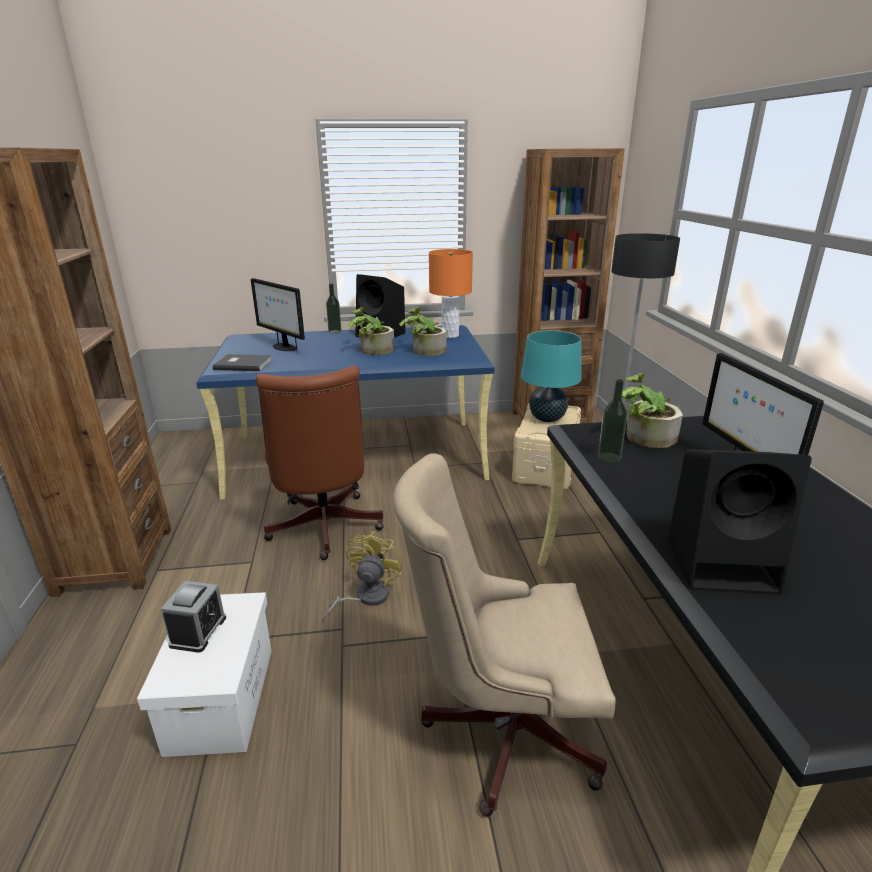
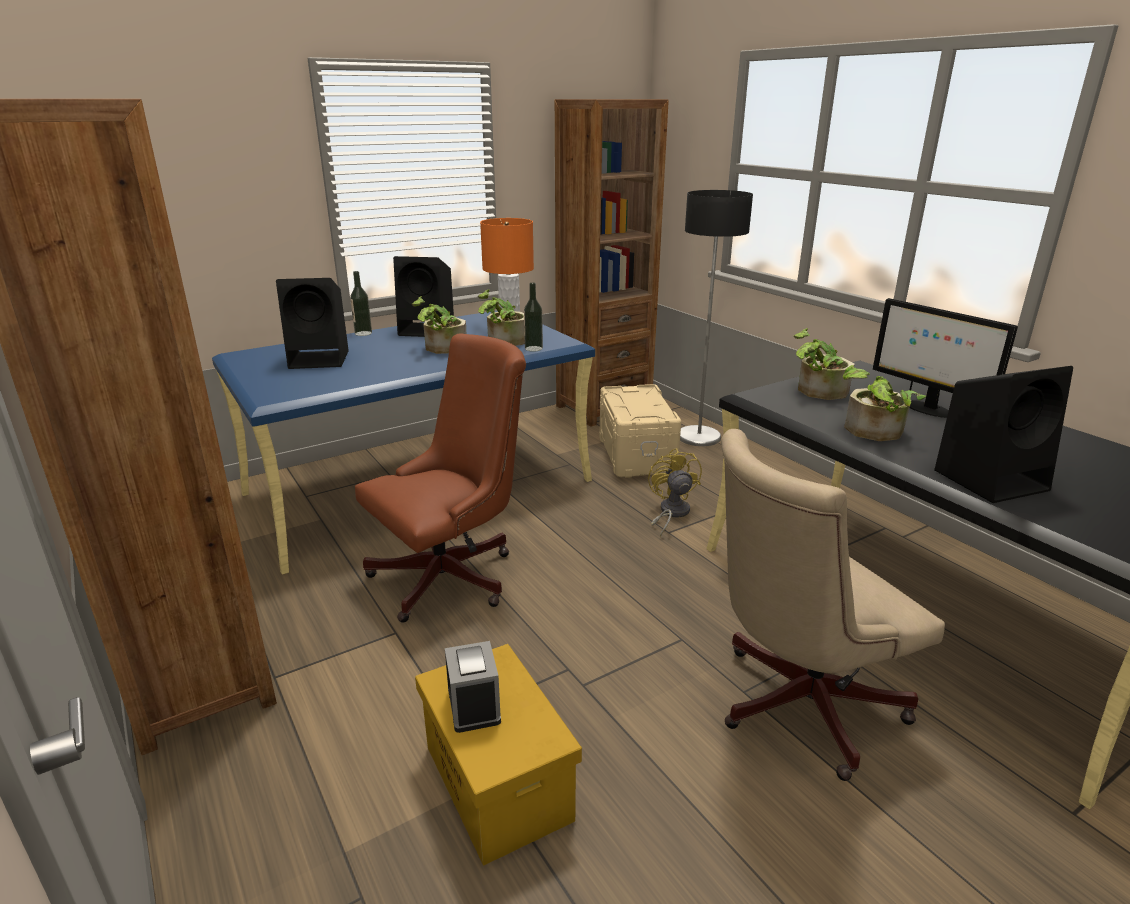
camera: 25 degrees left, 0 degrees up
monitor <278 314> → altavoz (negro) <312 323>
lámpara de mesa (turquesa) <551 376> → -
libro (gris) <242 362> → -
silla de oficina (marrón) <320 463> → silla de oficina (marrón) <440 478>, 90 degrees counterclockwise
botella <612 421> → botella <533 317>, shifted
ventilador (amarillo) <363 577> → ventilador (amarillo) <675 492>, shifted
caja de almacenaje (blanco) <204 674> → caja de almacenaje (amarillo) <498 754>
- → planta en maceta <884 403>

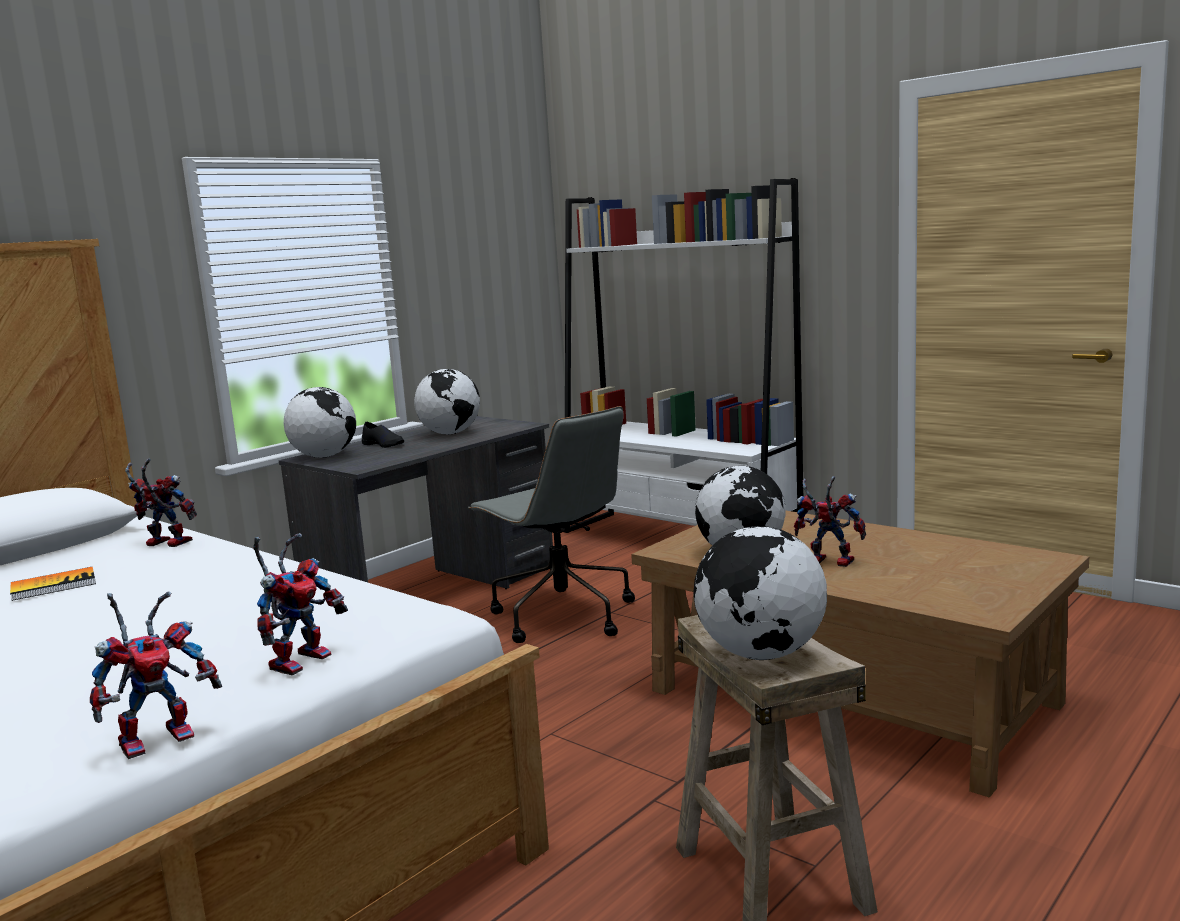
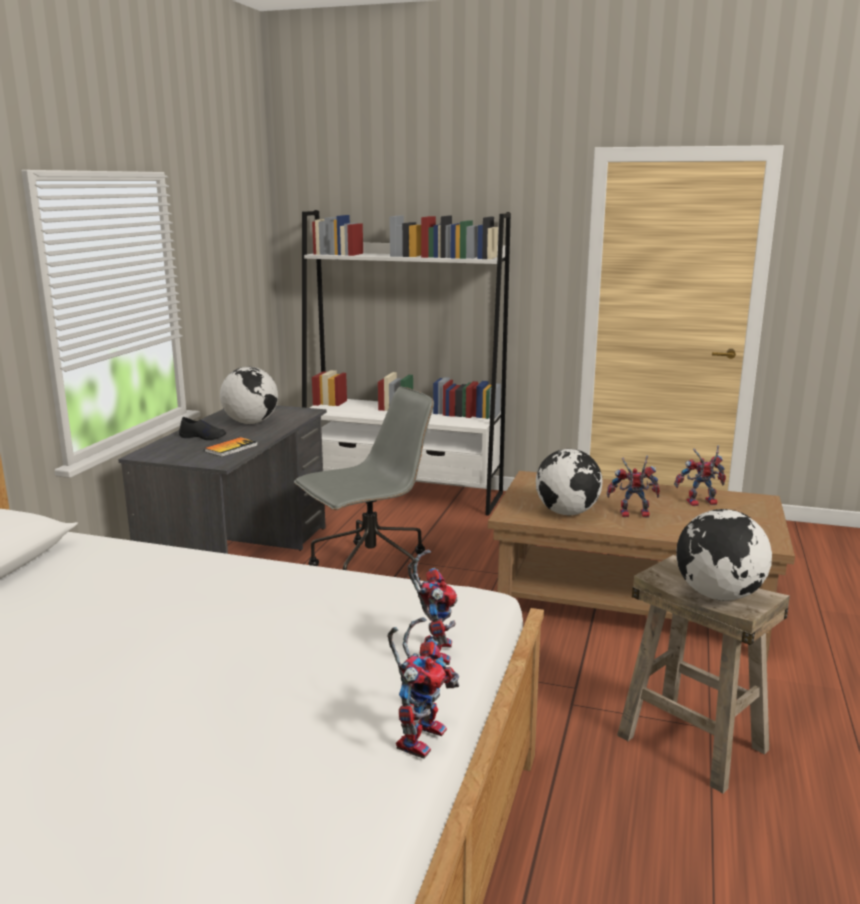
camera: 25 degrees left, 5 degrees up
globo terráqueo <320 422> → -
silla de oficina (gris) <551 524> → silla de oficina (gris) <364 483>, 60 degrees counterclockwise
robot de juguete <161 503> → robot de juguete <700 475>, shifted
libro <53 583> → libro <231 447>, shifted

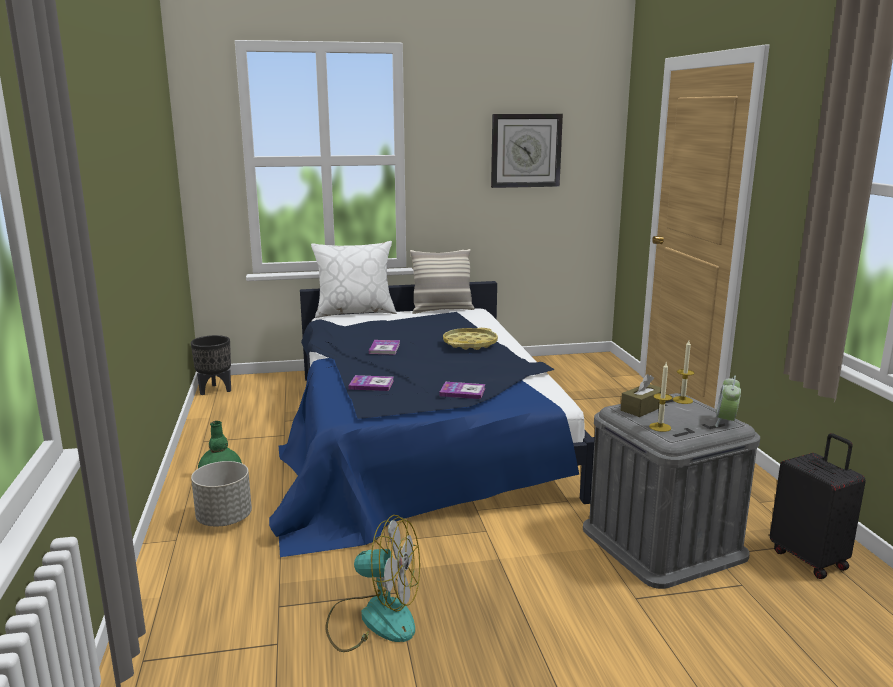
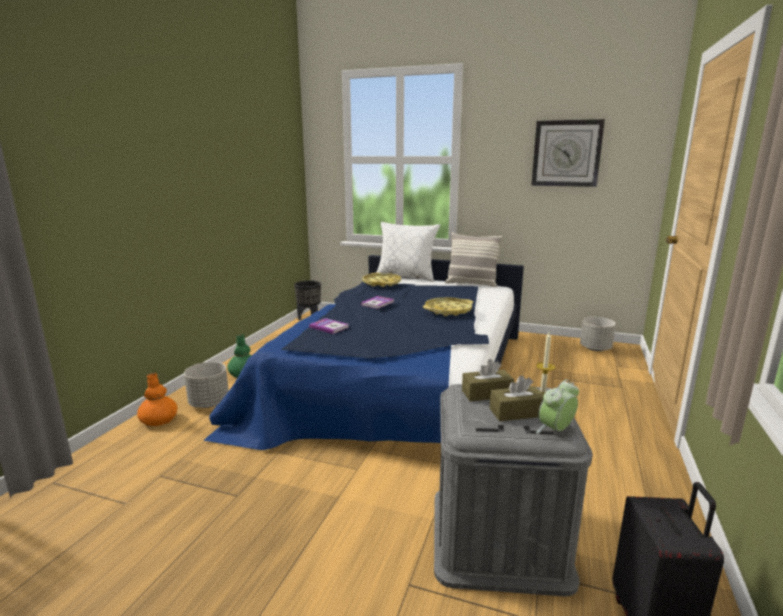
camera: 30 degrees right, 0 degrees up
vela <661 397> → -
libro <462 390> → -
ventilador <372 583> → -
- → bandeja (amarillo) <381 280>
- → maceta (gris) <598 334>
- → florero (naranja) <157 399>
- → caja de pañuelos (marrón) <516 398>

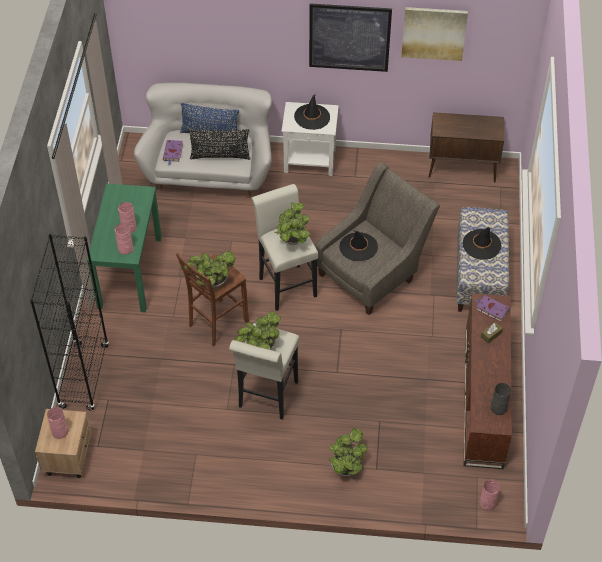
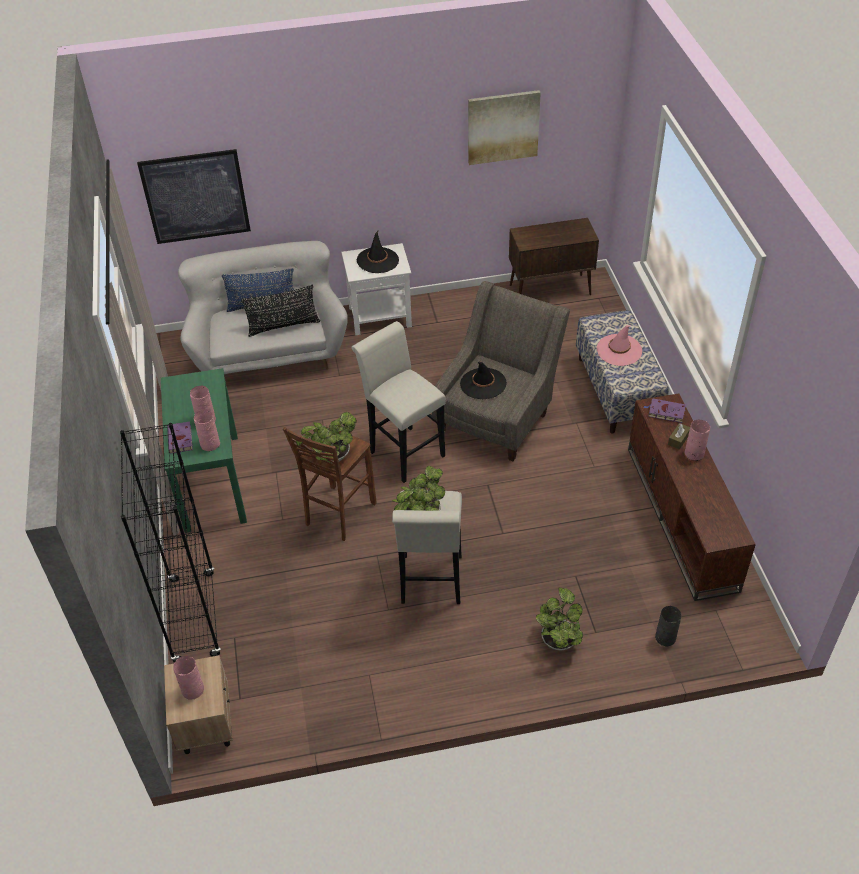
camera: 15 degrees left, 5 degrees down
cuadro <350 37> → cuadro <194 196>, shifted
libro (morado) <173 152> → libro (morado) <180 437>, shifted
planta en maceta <292 223> → -
sombrero (negro) <482 243> → sombrero (rosa) <619 345>
florero (gris) <501 399> → florero (gris) <668 626>, shifted
florero (rosa) <489 495> → florero (rosa) <697 440>, shifted

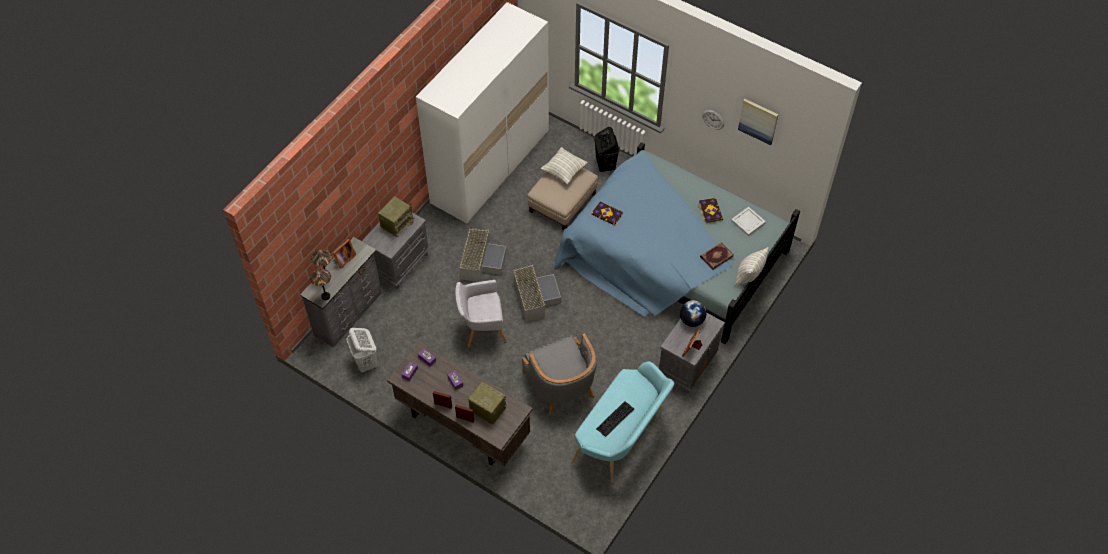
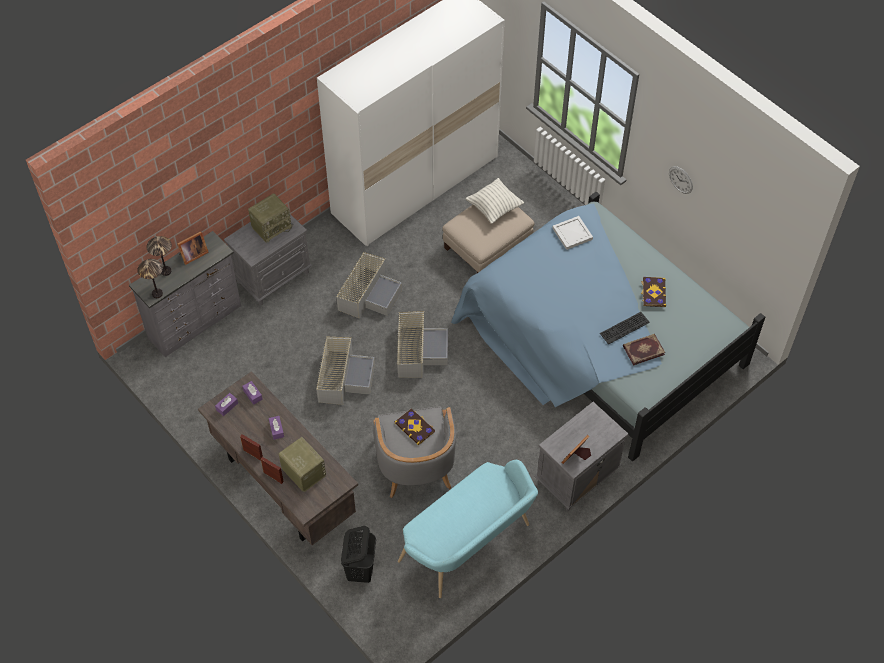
camera: 15 degrees right, 0 degrees up
cuadro <758 122> → -
cesto de la ropa (negro) <607 149> → cesto de la ropa (negro) <358 554>, shifted
libro <607 213> → libro <414 426>, shifted
bandeja (blanco) <748 221> → bandeja (blanco) <572 233>, shifted
cojín <752 267> → -
sillón (gris) <481 313> → caja de almacenaje (gris) <345 371>
globo terráqueo <693 313> → -
cesto de la ropa (blanco) <362 350> → -
teclado <615 419> → teclado <625 328>, shifted

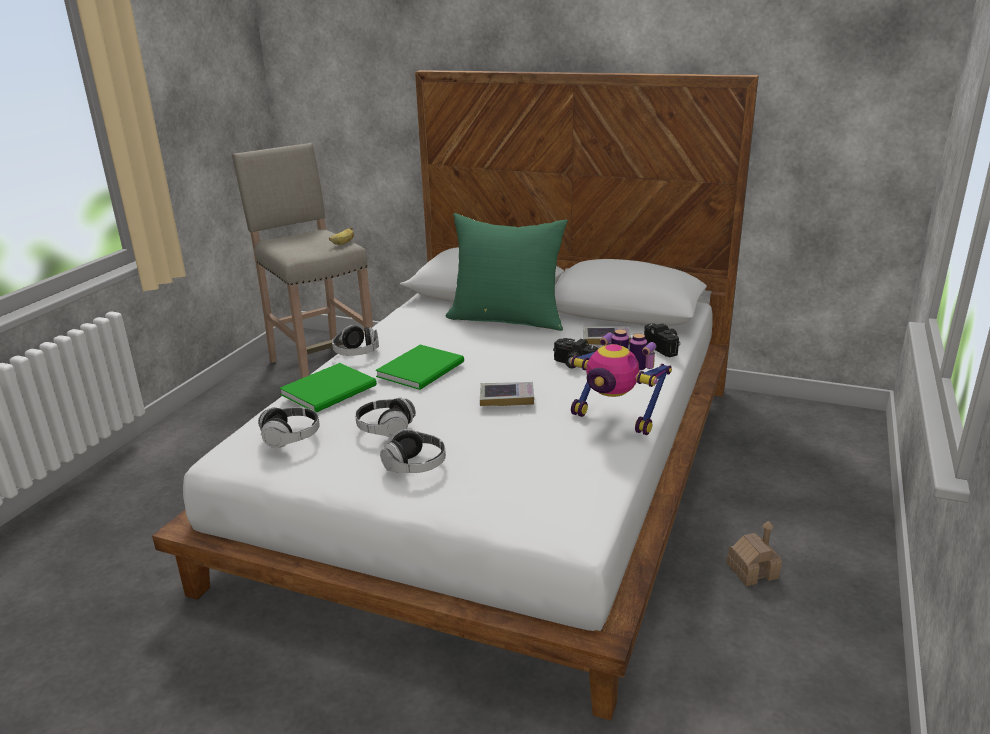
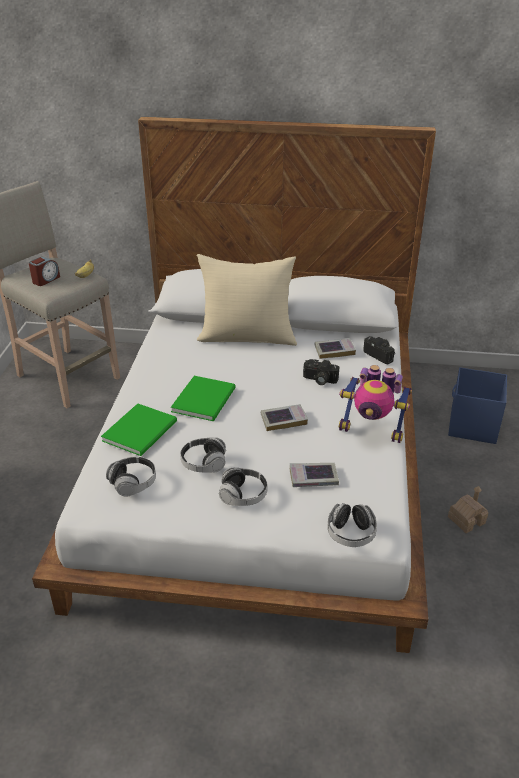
camera: 15 degrees left, 10 degrees up
cojín (verde) <507 272> → cojín (beis) <246 300>
auriculares <355 340> → auriculares <352 525>, shifted
- → despertador <44 271>
- → caja de almacenaje (azul) <477 405>
- → libro <314 475>

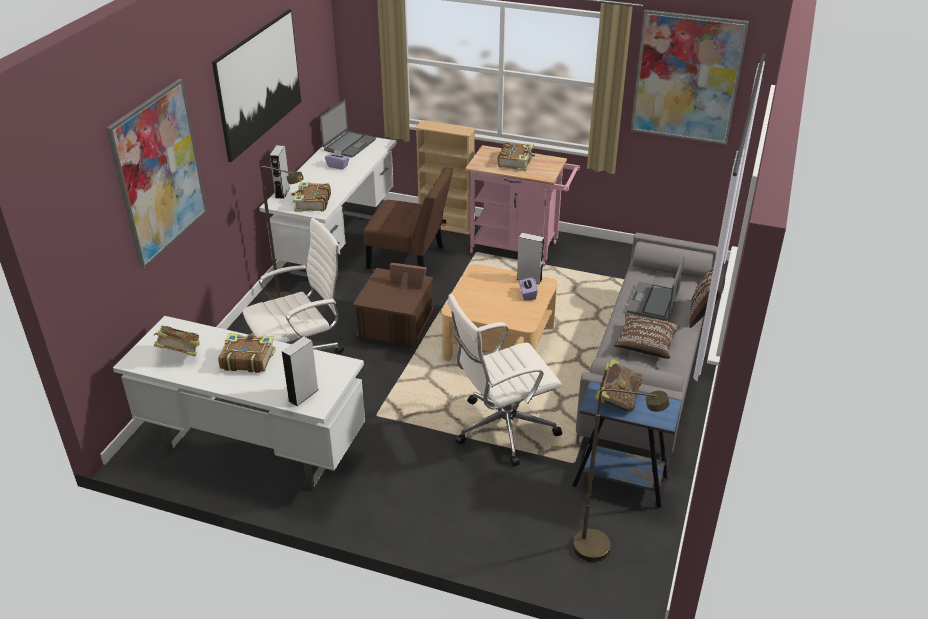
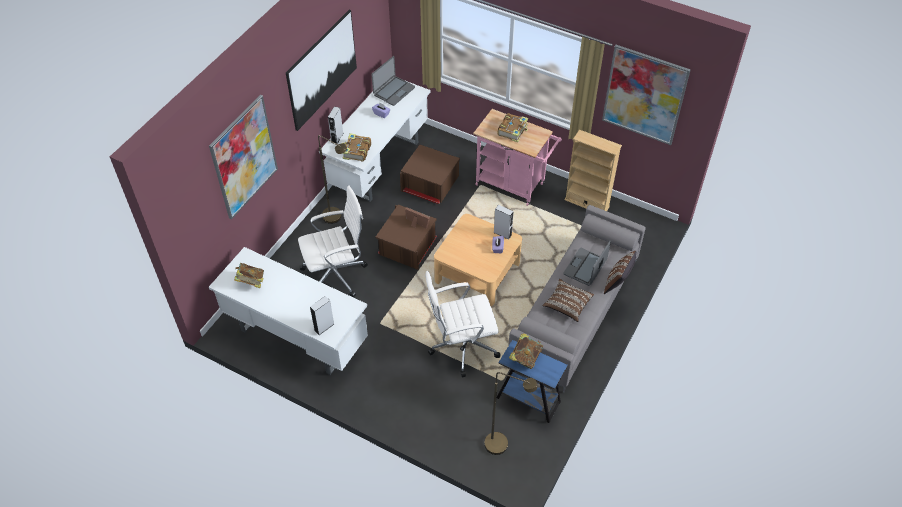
camera: 10 degrees right, 15 degrees up
estantería (beis) <445 177> → estantería (beis) <593 170>, shifted
silla (marrón) <408 221> → caja de almacenaje (marrón) <430 174>
libro <247 353> → -

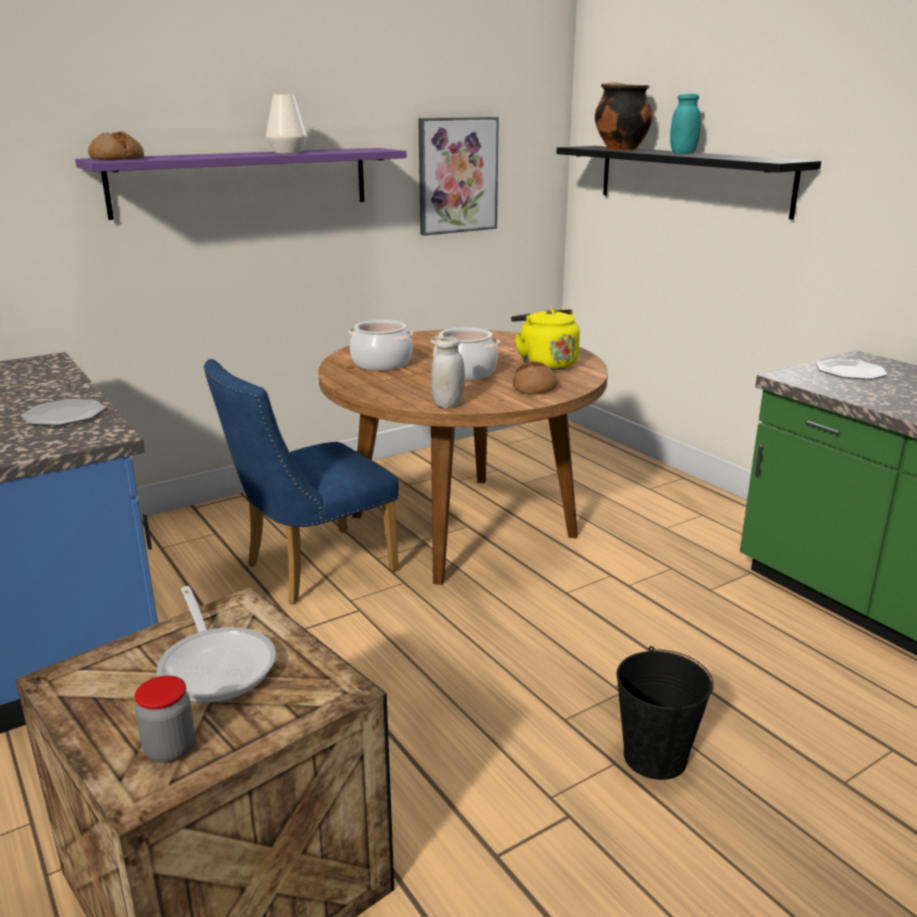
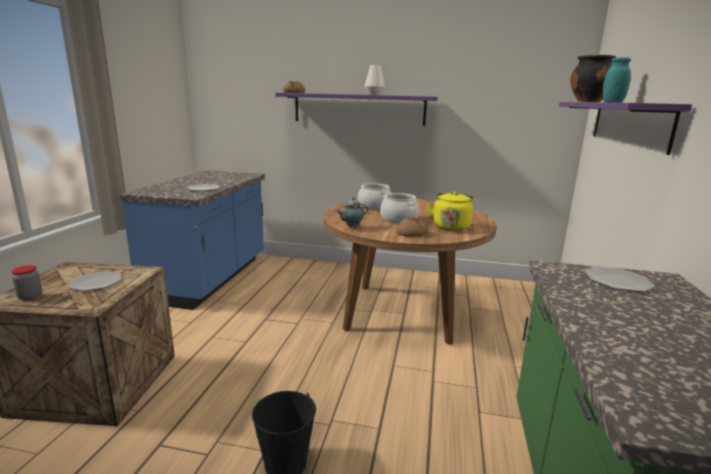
camera: 45 degrees right, 5 degrees down
cuadro <458 176> → -
estante (negro) <688 183> → estante (morado) <625 128>
tarro (blanco) <448 372> → tetera <352 212>
silla (azul) <301 481> → -
sartén <216 644> → plato <94 281>

